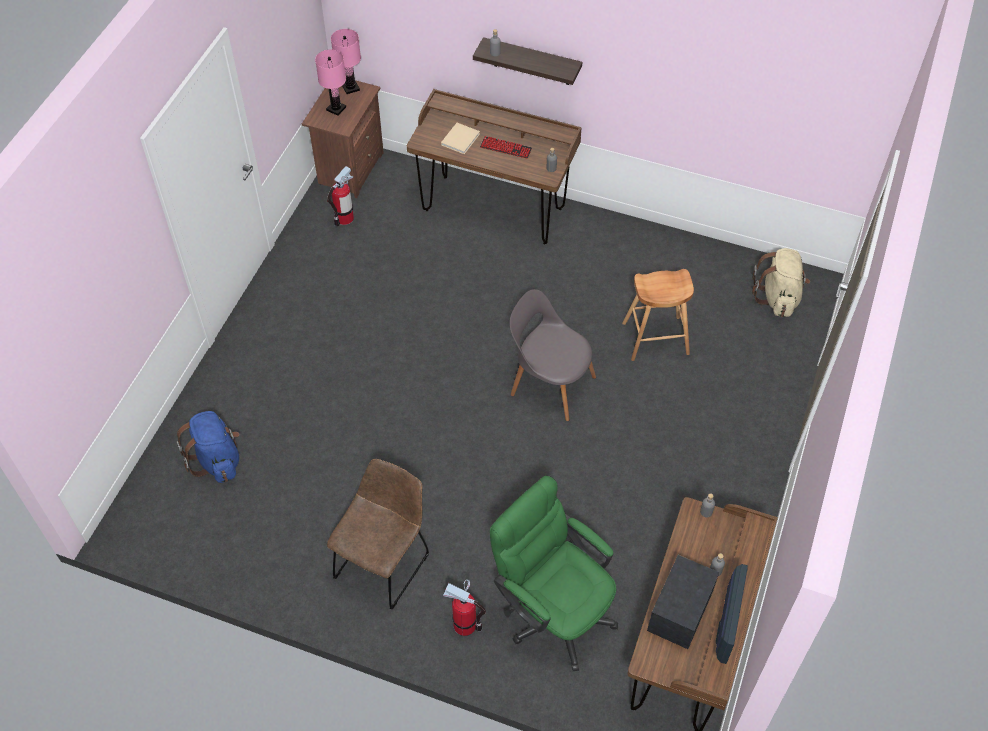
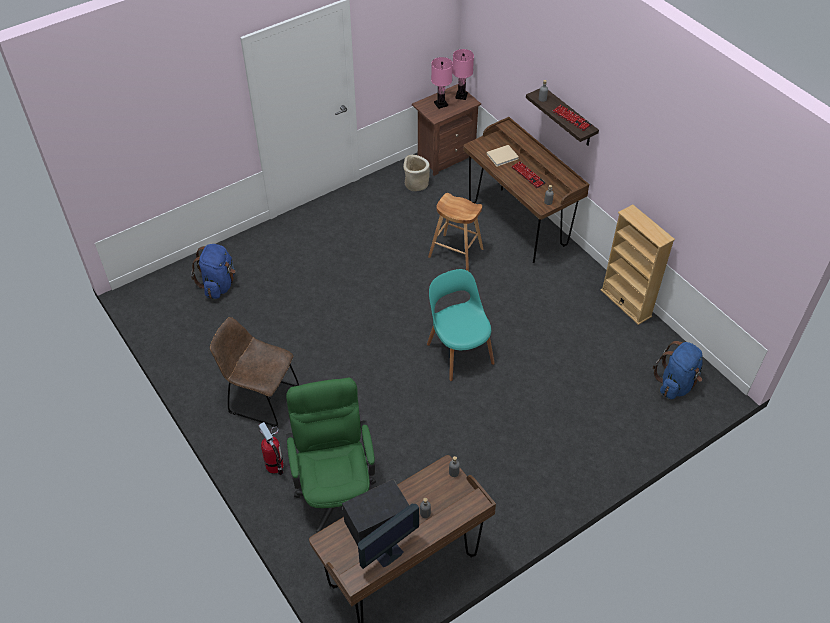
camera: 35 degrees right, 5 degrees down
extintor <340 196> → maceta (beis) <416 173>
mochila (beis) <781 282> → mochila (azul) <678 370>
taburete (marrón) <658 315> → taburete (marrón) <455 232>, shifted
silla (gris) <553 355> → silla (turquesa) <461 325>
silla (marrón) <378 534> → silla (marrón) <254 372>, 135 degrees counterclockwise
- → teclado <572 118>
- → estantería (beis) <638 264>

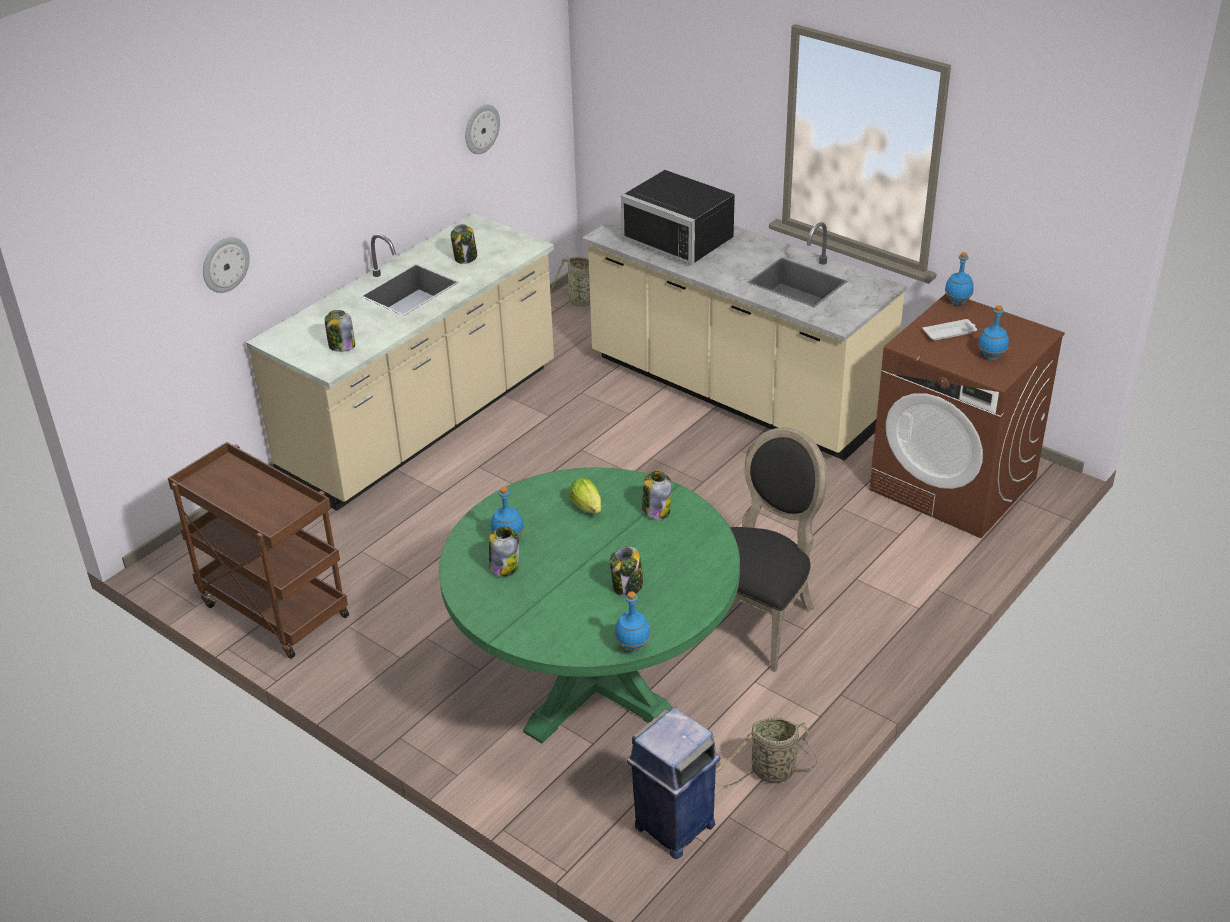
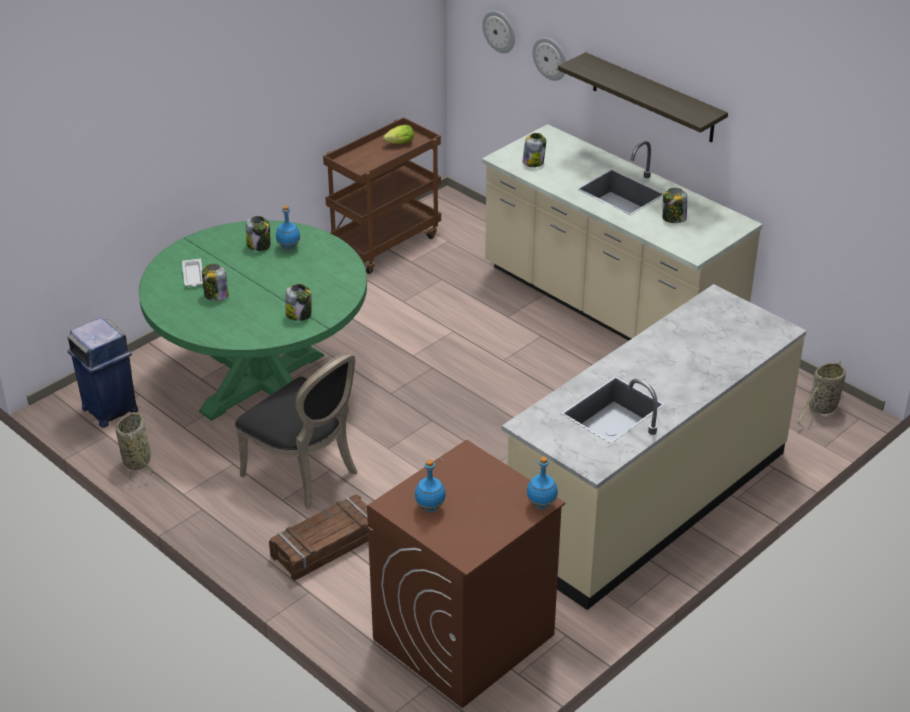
camera: 95 degrees right, 0 degrees up
reloj de pared <482 129> → reloj de pared <499 32>, shifted
microondas (negro) <678 217> → -
bandeja (blanco) <950 329> → bandeja (blanco) <192 273>, shifted
lechuga <585 495> → lechuga <398 134>, shifted
botella (azul) <632 622> → -
- → estante <643 97>
- → caja de embalaje <318 537>

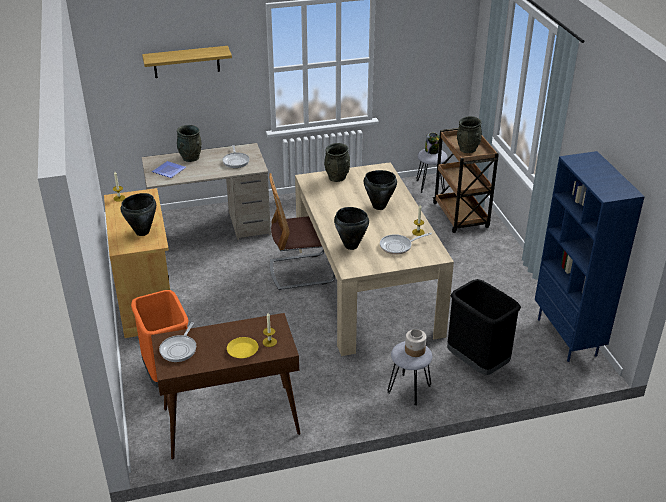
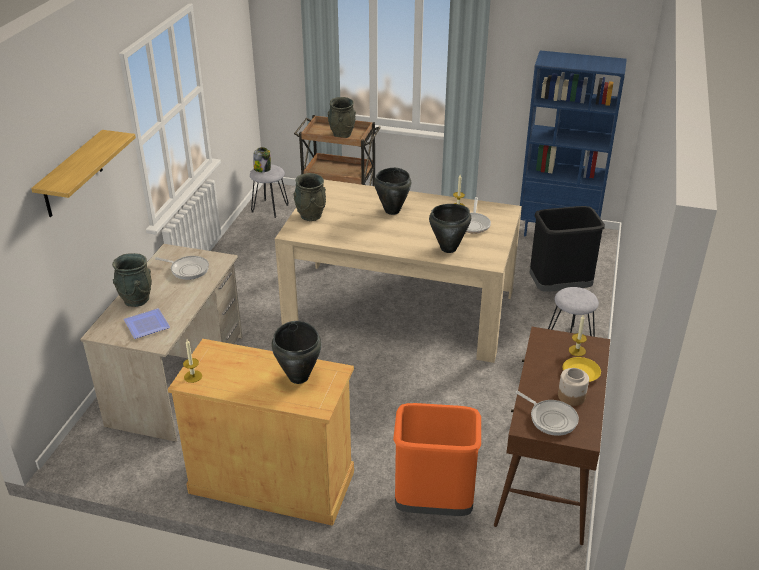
camera: 60 degrees left, 0 degrees up
silla <302 231> → -
tarro <415 343> → tarro <573 387>, shifted

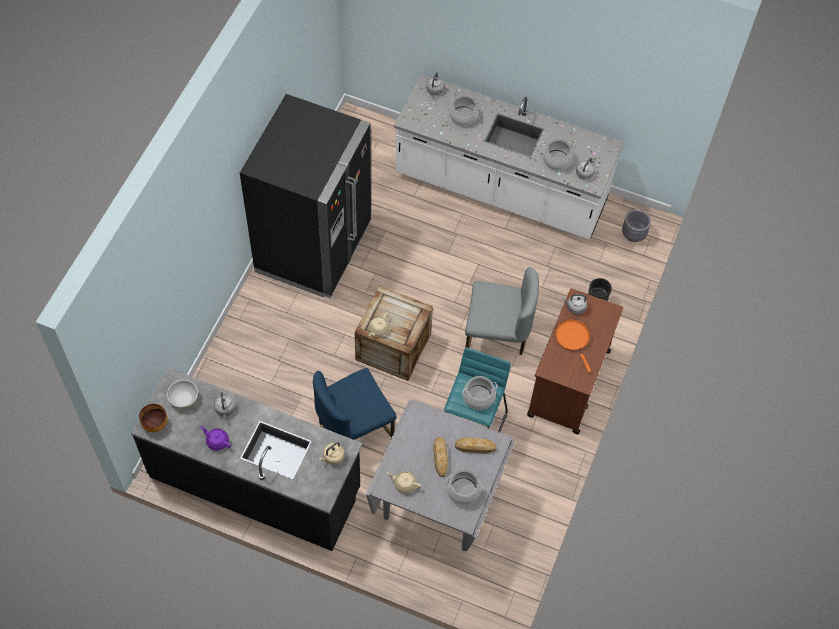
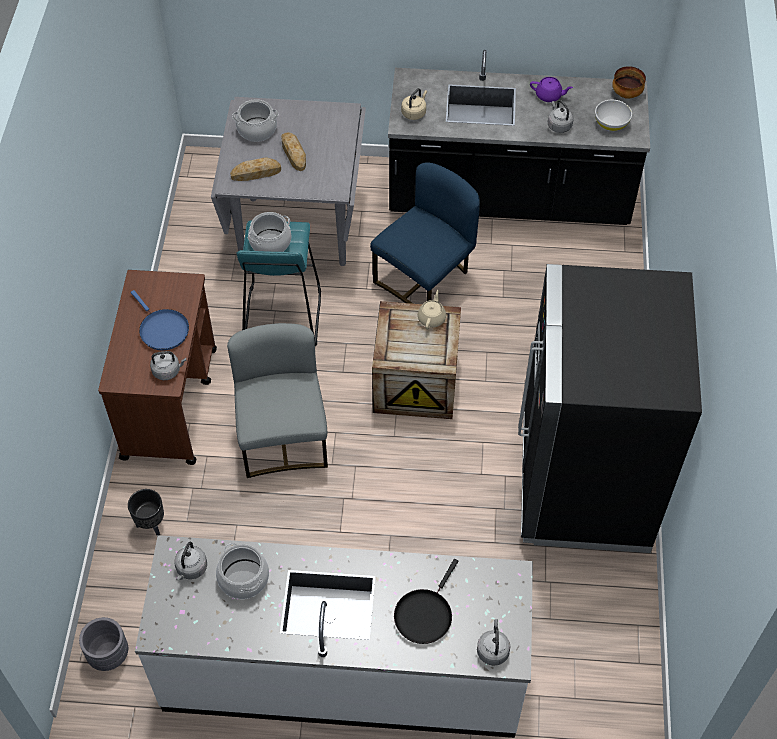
camera: 165 degrees right, 5 degrees down
olla <464 110> → sartén (negro) <426 601>
silla (gris) <502 311> → silla (gris) <277 400>, 90 degrees clockwise
sartén (naranja) <573 345> → sartén (azul) <160 320>
tetera (beis) <404 482> → -

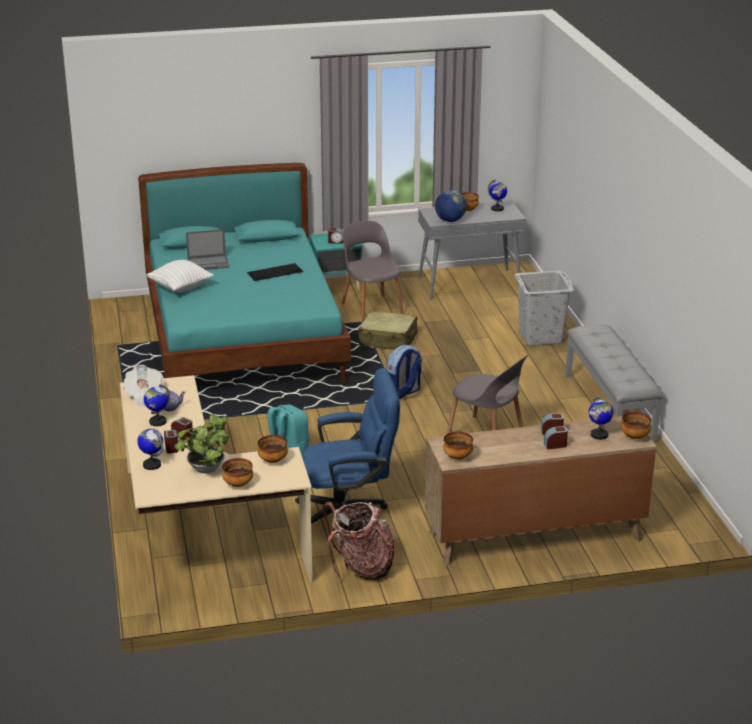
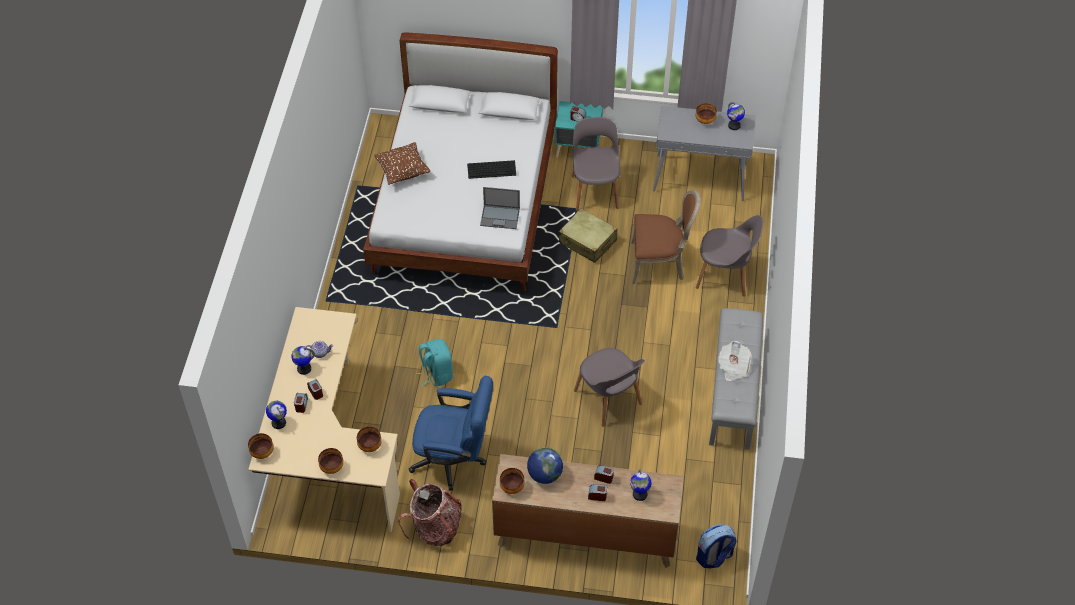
camera: 20 degrees right, 25 degrees up
cama (turquesa) <244 272> → cama (blanco) <460 161>
globo terráqueo <451 206> → globo terráqueo <545 465>, shifted
portátil <208 249> → portátil <500 208>, shifted
cojín (blanco) <180 276> → cojín (marrón) <402 163>
cesto de la ropa (gris) <544 308> → silla (gris) <729 255>
mochila <404 372> → mochila <716 546>, shifted
periódico <143 386> → periódico <735 361>, shifted
cuenco <636 425> → cuenco <261 446>, shifted
planta en maceta <201 443> → -
- → silla (marrón) <666 237>

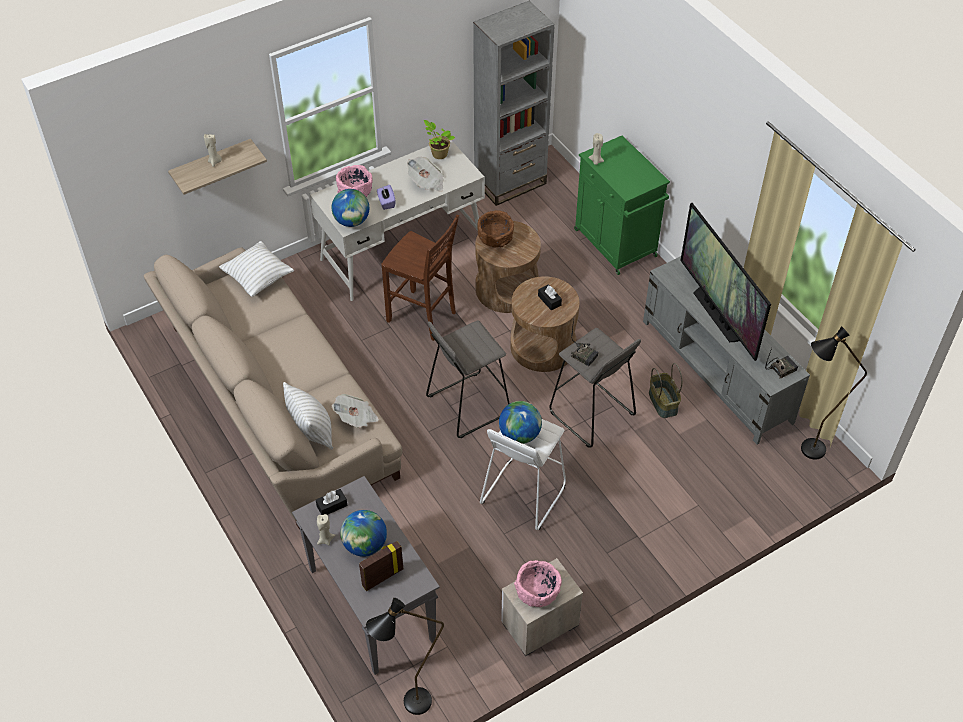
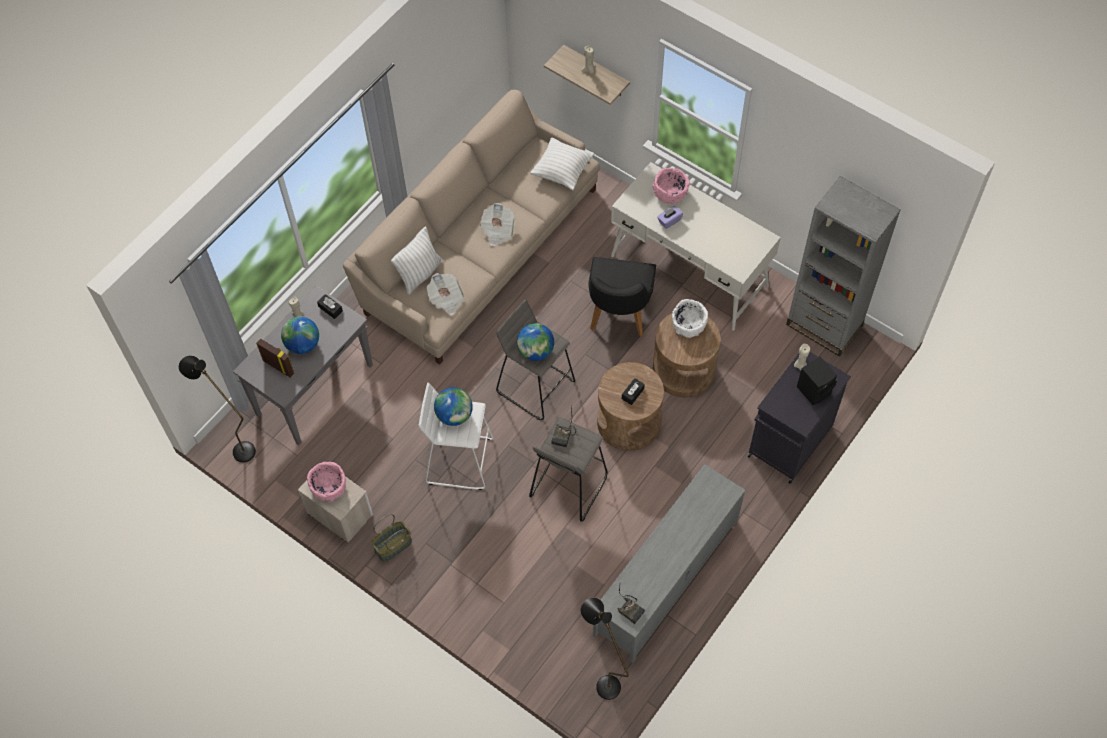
camera: 70 degrees right, 10 degrees up
planta en maceta <439 139> → -
armario (verde) <622 205> → armario (negro) <799 418>
periódico <425 174> → periódico <498 224>, shifted
globo terráqueo <350 208> → globo terráqueo <535 342>, shifted
televisor <725 282> → -
cuenco (marrón) <495 229> → cuenco (blanco) <690 318>
taburete (marrón) <420 278> → silla (negro) <622 297>
cesta <665 390> → cesta <391 538>, shifted
- → altavoz (negro) <817 381>

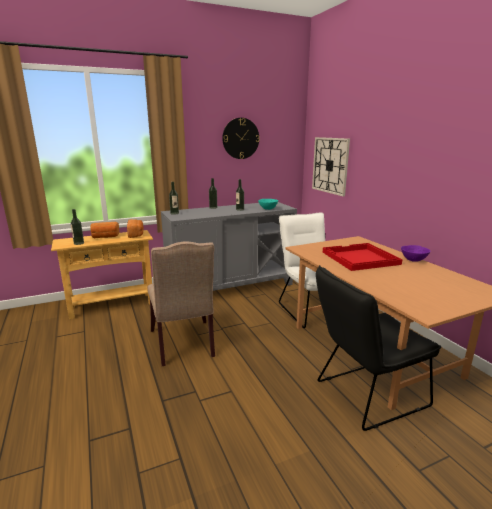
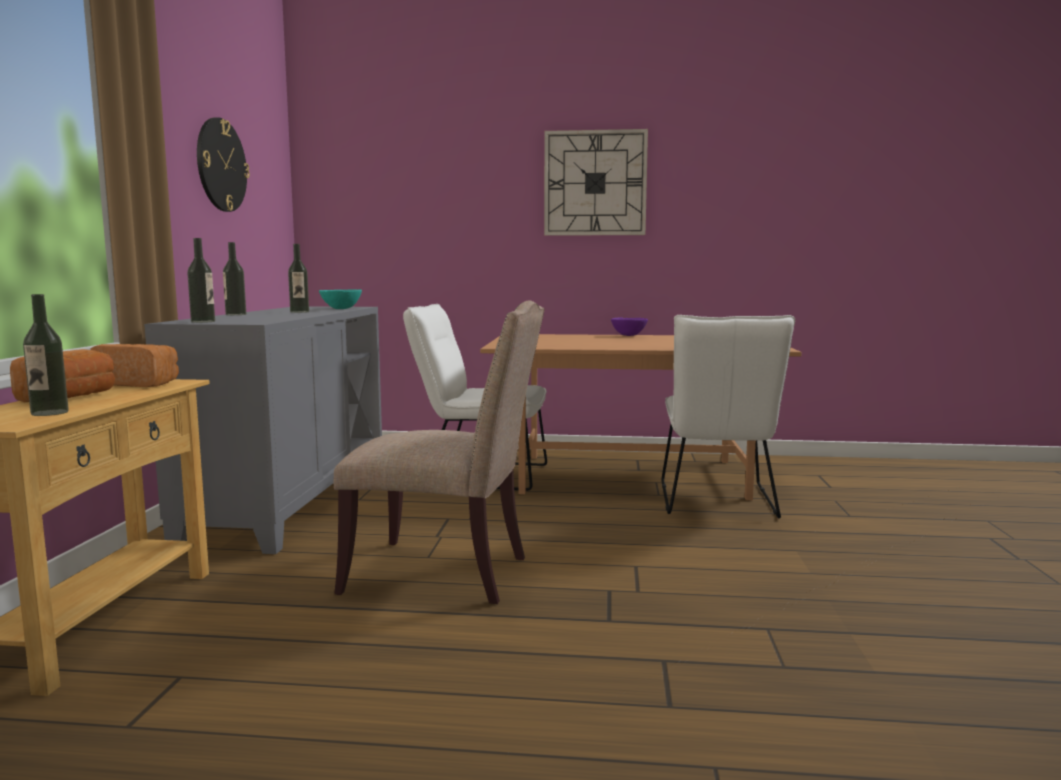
camera: 60 degrees left, 10 degrees down
reloj de pared <331 166> → reloj de pared <596 182>, shifted
bandeja (rojo) <363 257> → -
silla (negro) <378 348> → silla (blanco) <728 416>

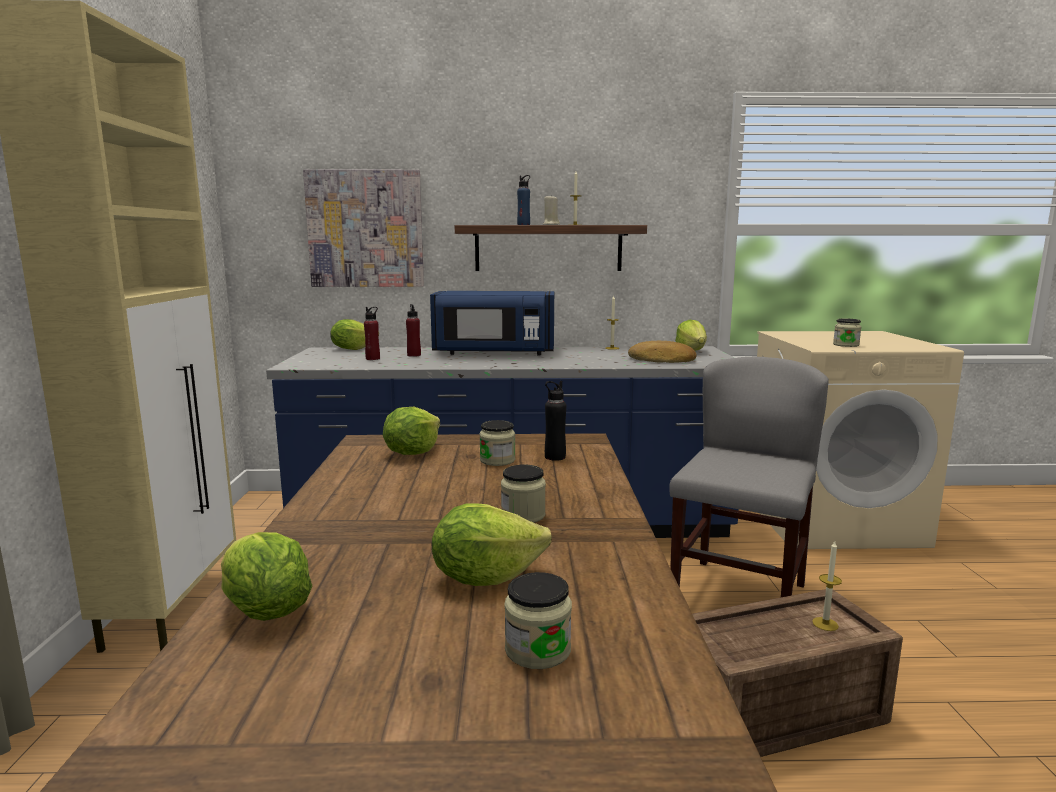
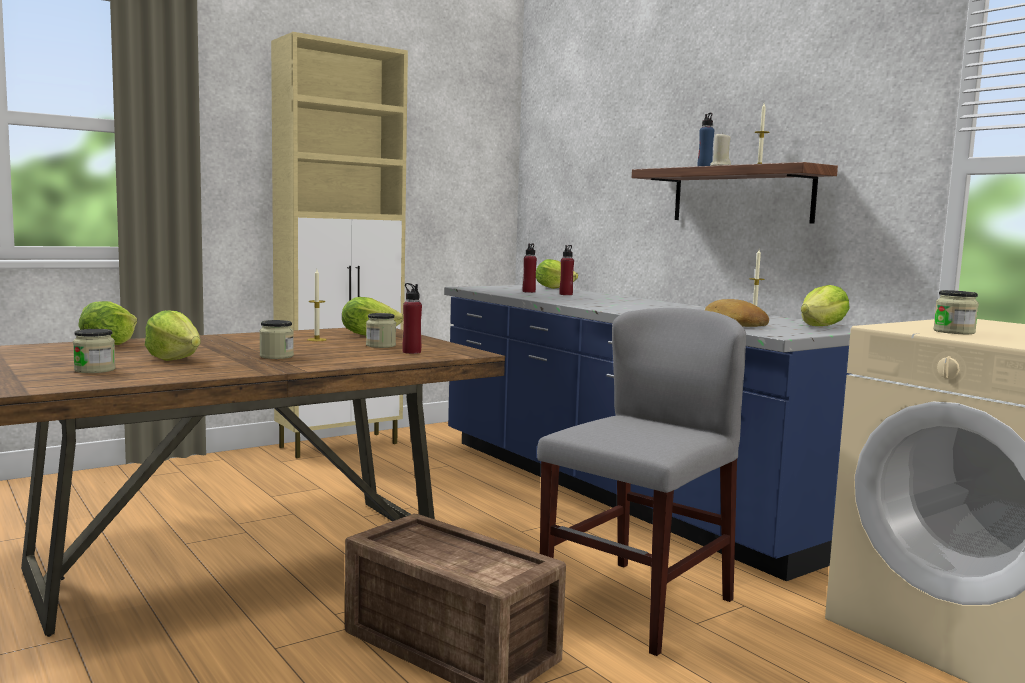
camera: 55 degrees right, 5 degrees down
cuadro <363 228> → -
microondas (azul) <492 323> → -
silla (gris) <749 477> → silla (gris) <641 482>, 45 degrees counterclockwise
botella (negro) <555 421> → botella (rojo) <412 318>
vela <827 586> → vela <317 305>, shifted

